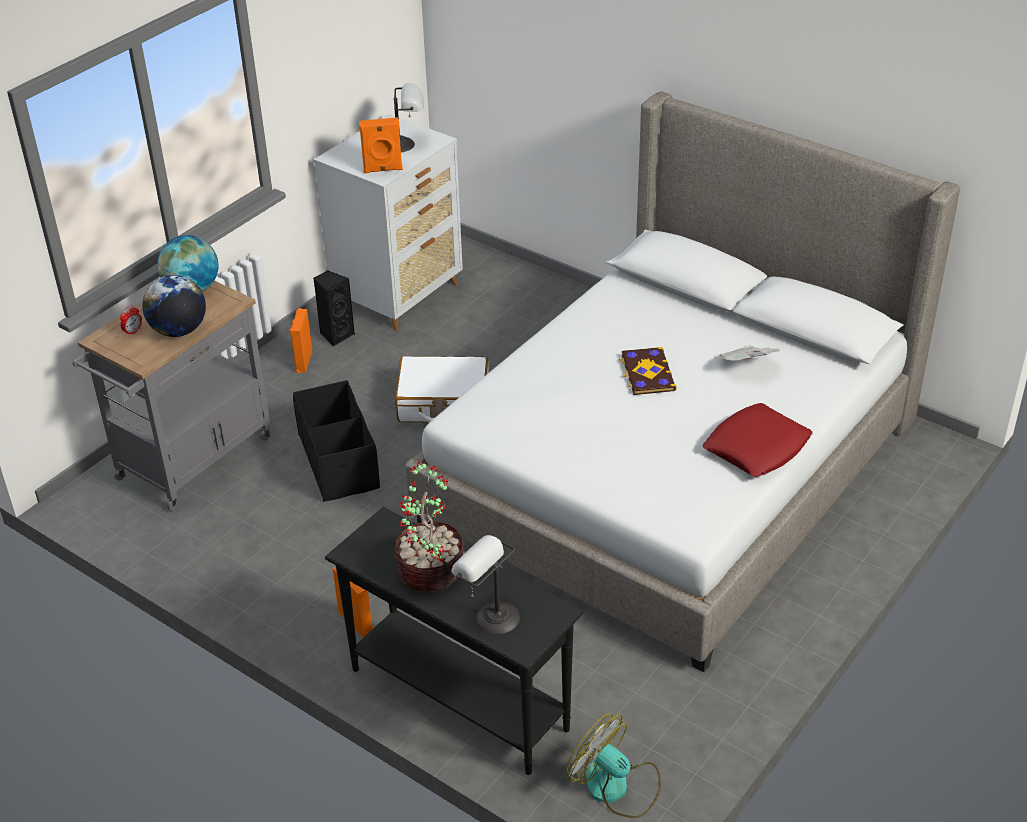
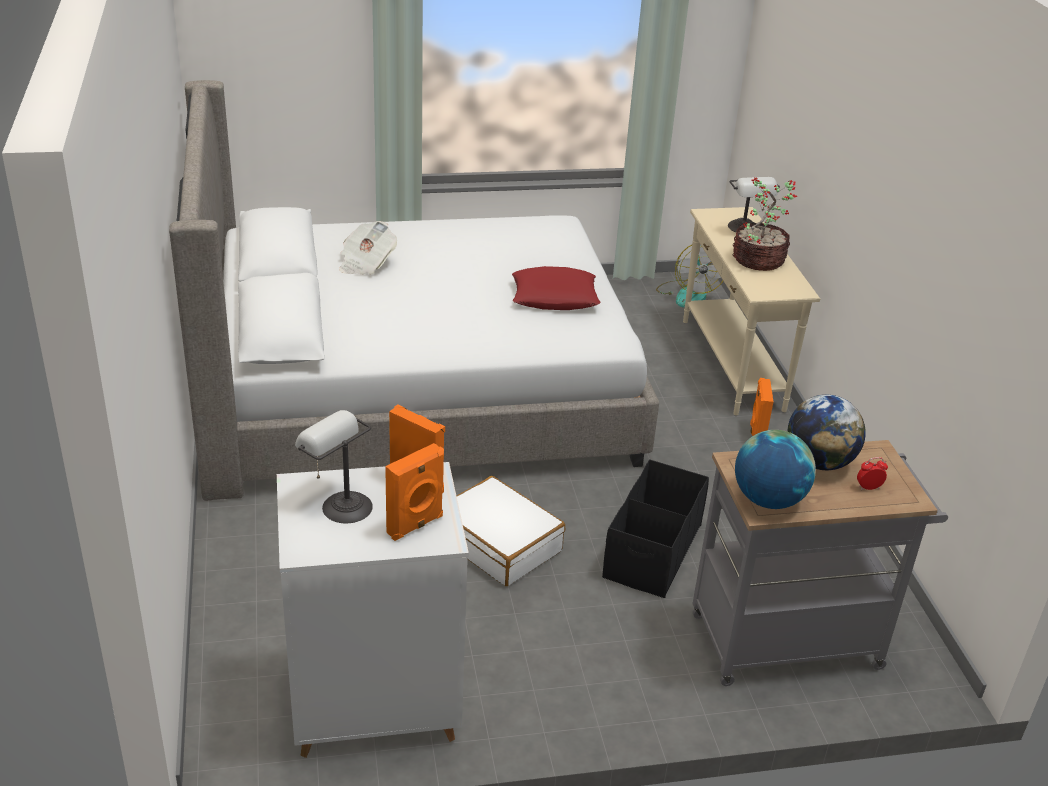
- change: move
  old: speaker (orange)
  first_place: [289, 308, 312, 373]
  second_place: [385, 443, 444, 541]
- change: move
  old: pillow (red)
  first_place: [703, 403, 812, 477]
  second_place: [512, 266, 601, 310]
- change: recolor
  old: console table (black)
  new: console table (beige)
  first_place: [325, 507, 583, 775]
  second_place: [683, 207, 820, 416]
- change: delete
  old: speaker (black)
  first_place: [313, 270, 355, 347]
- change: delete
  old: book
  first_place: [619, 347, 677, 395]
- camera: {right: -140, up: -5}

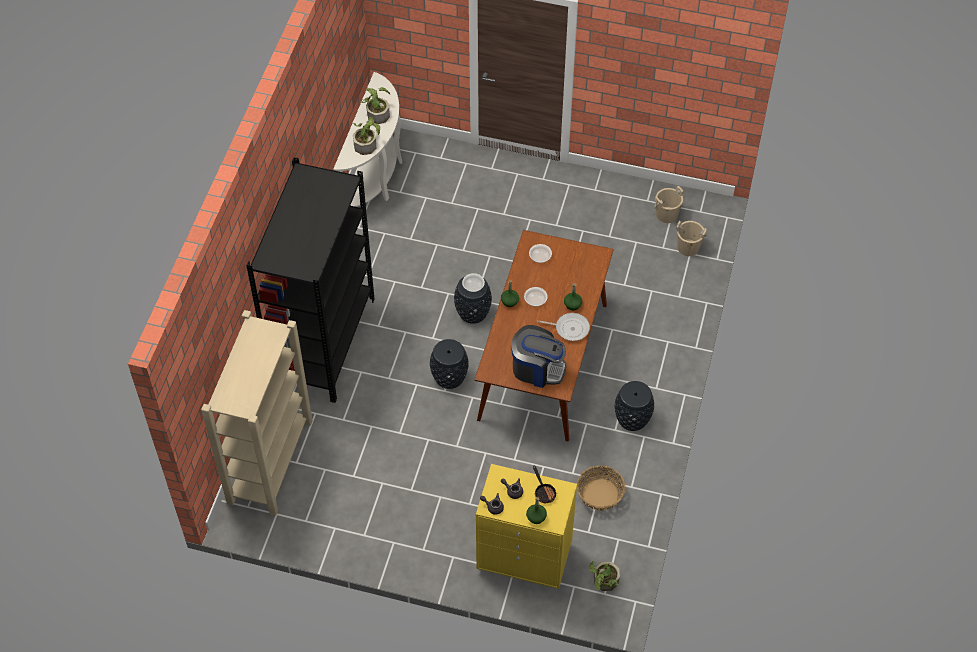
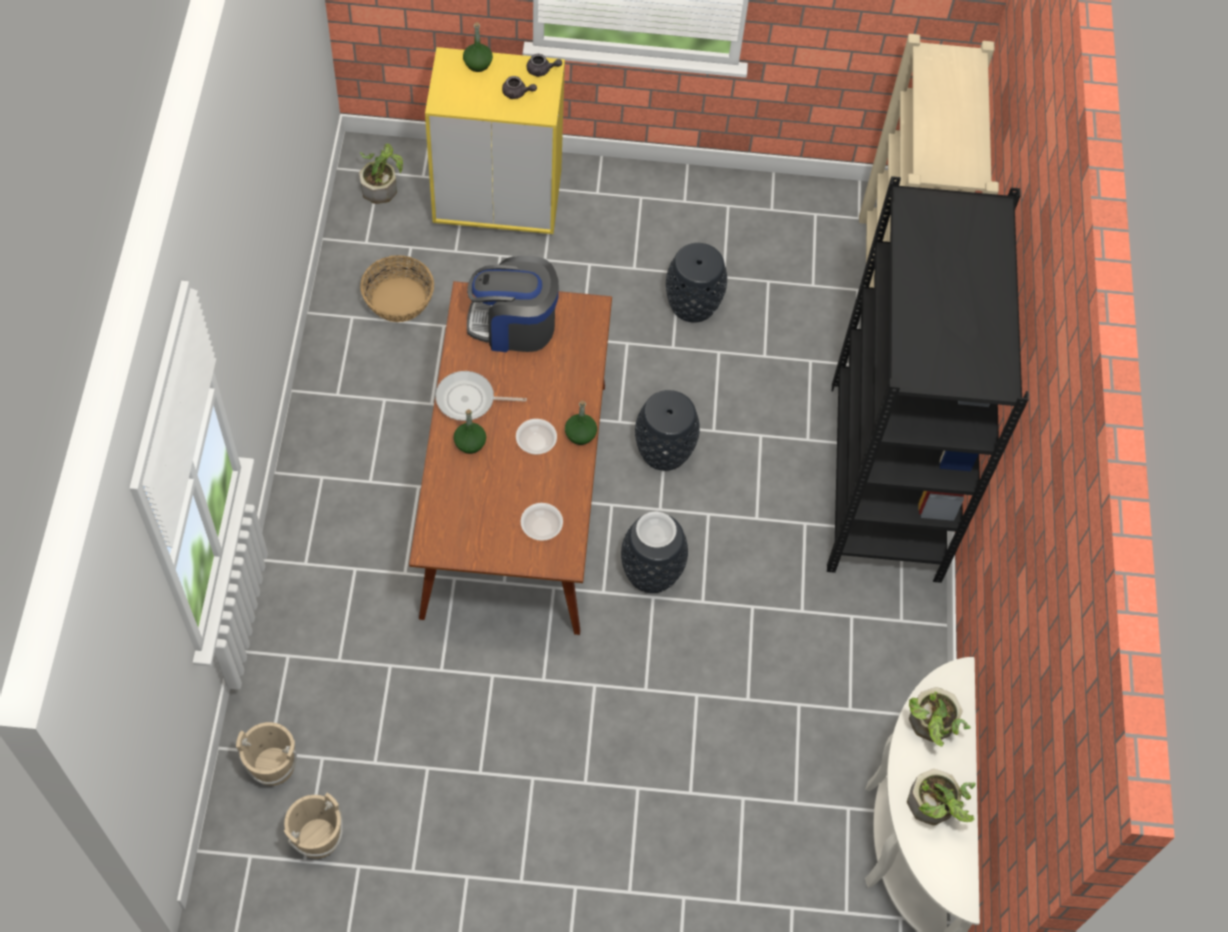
- change: move
  old: stool (black)
  first_place: [615, 381, 654, 431]
  second_place: [666, 243, 727, 323]
- change: delete
  old: frying pan
  first_place: [533, 466, 556, 503]
- camera: {right: 165, up: 5}

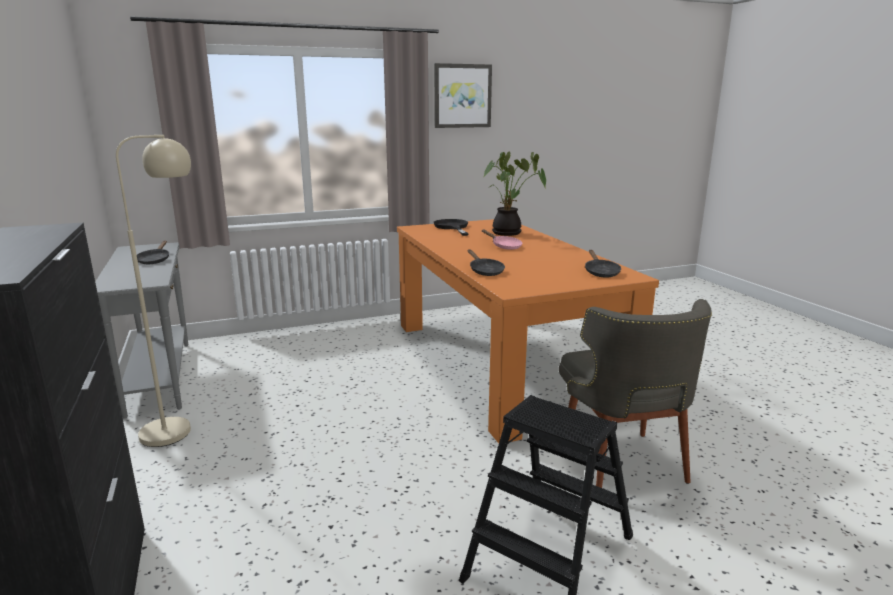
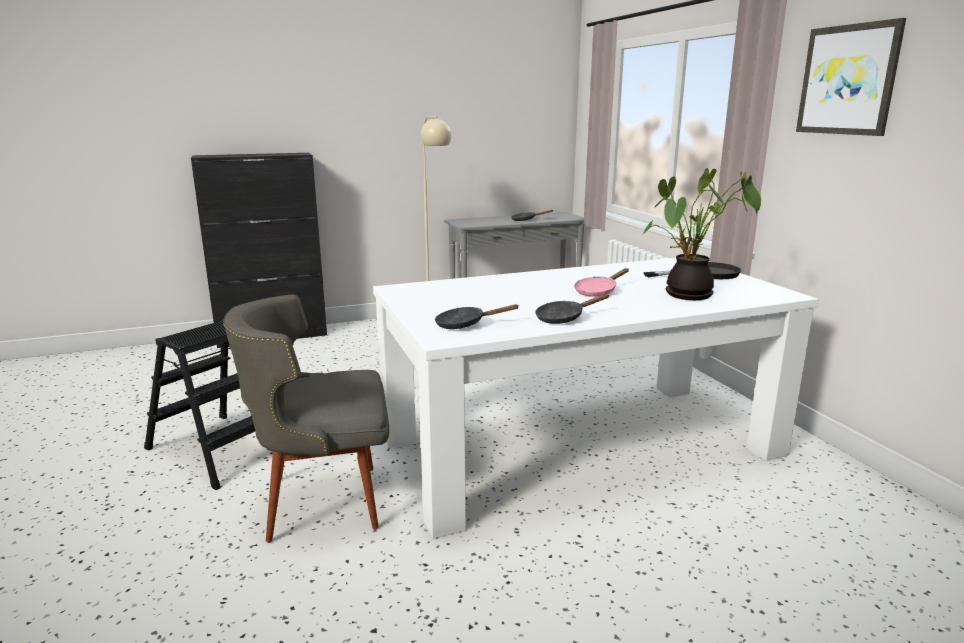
- change: recolor
  old: dining table (orange)
  new: dining table (white)
  first_place: [397, 219, 659, 443]
  second_place: [373, 258, 819, 539]
- change: move
  old: frying pan (black)
  first_place: [468, 249, 505, 276]
  second_place: [535, 294, 609, 324]
- camera: {right: 90, up: 0}

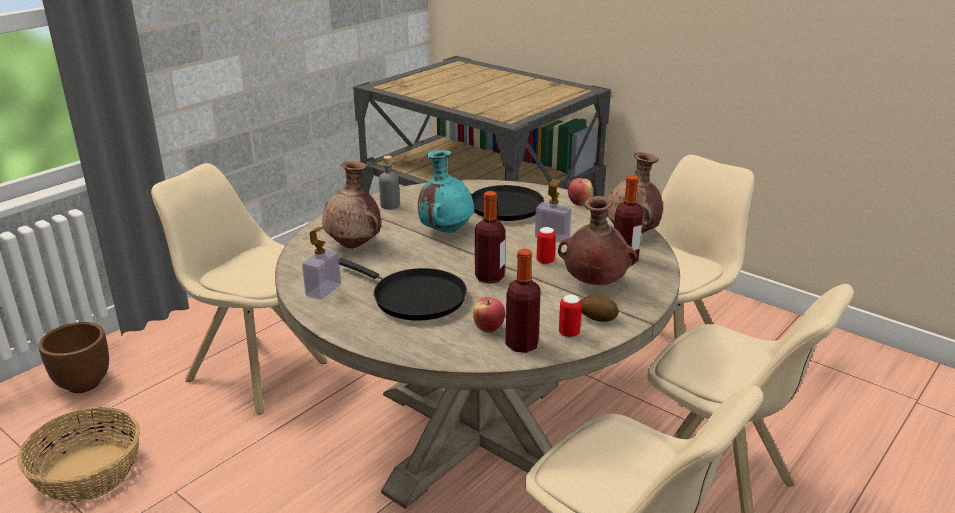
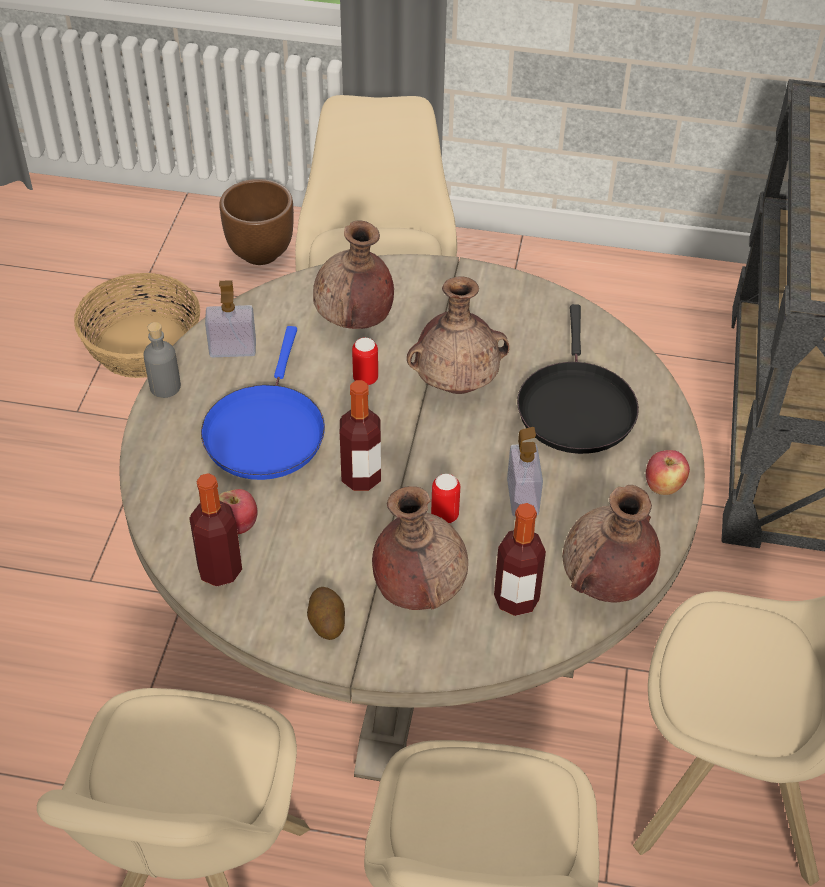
- change: move
  old: bottle (grey)
  first_place: [379, 156, 400, 210]
  second_place: [143, 322, 181, 398]
- change: recolor
  old: frying pan (black)
  new: frying pan (blue)
  first_place: [339, 258, 467, 321]
  second_place: [201, 326, 325, 480]
- change: move
  old: can
  first_place: [559, 295, 582, 338]
  second_place: [352, 337, 378, 385]
- change: recolor
  old: vase (turquoise)
  new: vase (brown)
  first_place: [418, 150, 474, 233]
  second_place: [407, 276, 509, 394]
- camera: {right: 60, up: 20}

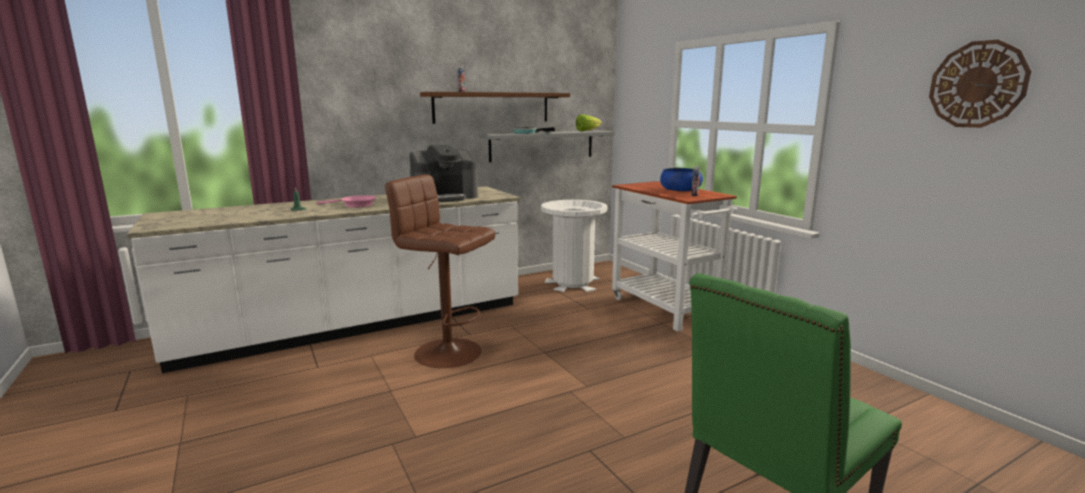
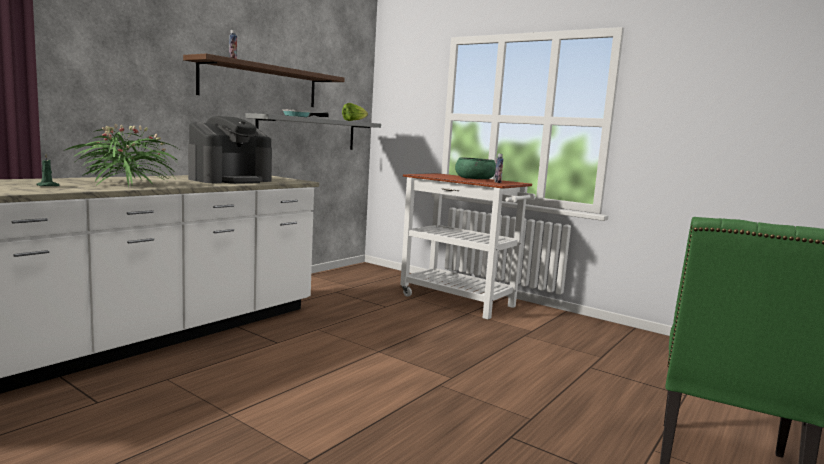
- change: replace
  old: frying pan (pink)
  new: potted plant
  first_place: [317, 195, 376, 208]
  second_place: [64, 124, 179, 187]
- change: recolor
  old: bowl (blue)
  new: bowl (green)
  first_place: [660, 168, 703, 191]
  second_place: [455, 158, 496, 179]
- change: delete
  old: stool (brown)
  first_place: [385, 174, 495, 368]
- change: delete
  old: trash can (white)
  first_place: [541, 200, 608, 292]
- change: delete
  old: wall clock
  first_place: [929, 39, 1031, 128]
- camera: {right: -25, up: -5}

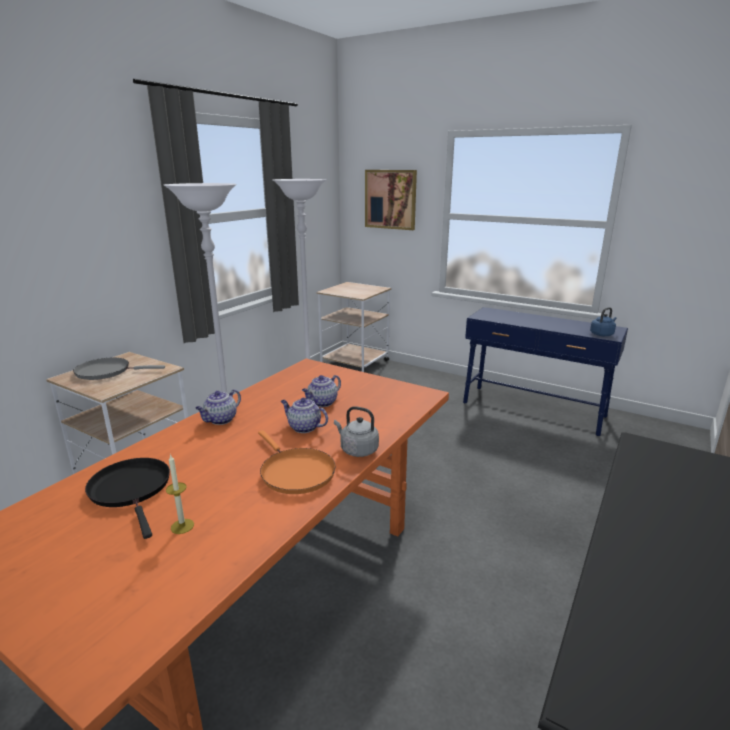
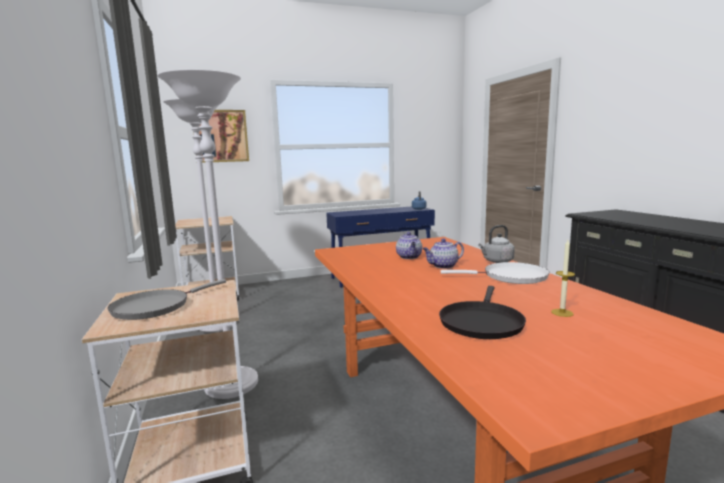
- change: rotate
  old: frying pan (black)
  first_place: [85, 458, 170, 539]
  second_place: [439, 286, 526, 339]
  degrees: -75
- change: recolor
  old: frying pan (orange)
  new: frying pan (white)
  first_place: [258, 430, 336, 494]
  second_place: [440, 262, 550, 284]
- change: delete
  old: teapot
  first_place: [195, 389, 241, 425]
- camera: {right: -50, up: -10}

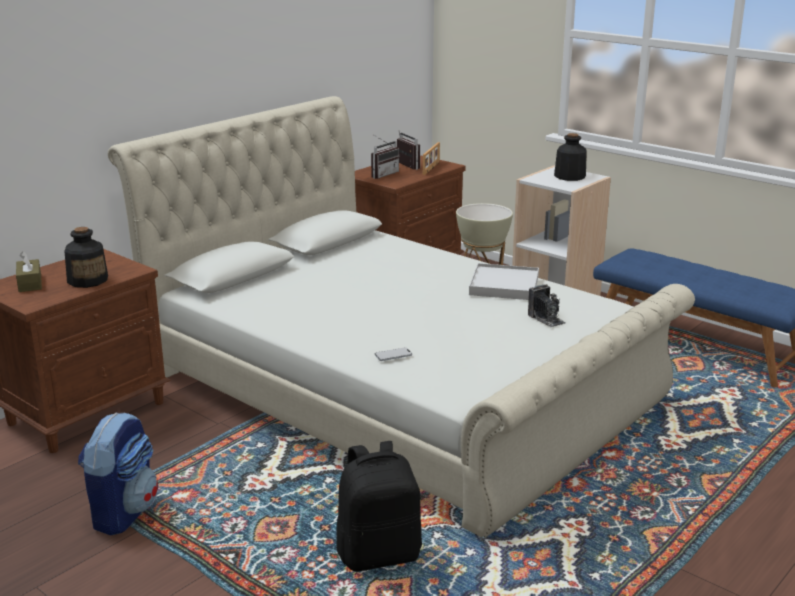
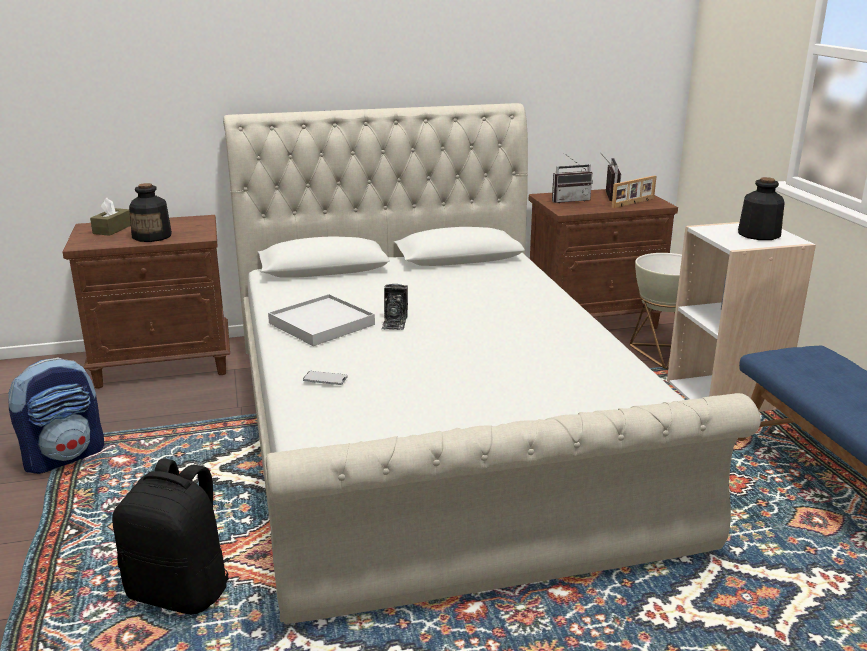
- change: move
  old: tray (white)
  first_place: [469, 263, 539, 300]
  second_place: [268, 294, 375, 346]
- change: move
  old: photo camera
  first_place: [528, 284, 565, 327]
  second_place: [382, 284, 408, 330]
- camera: {right: 35, up: 0}

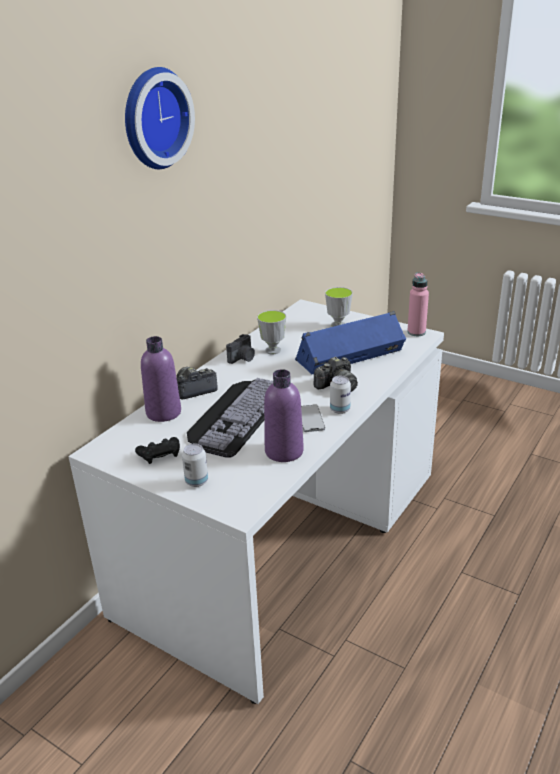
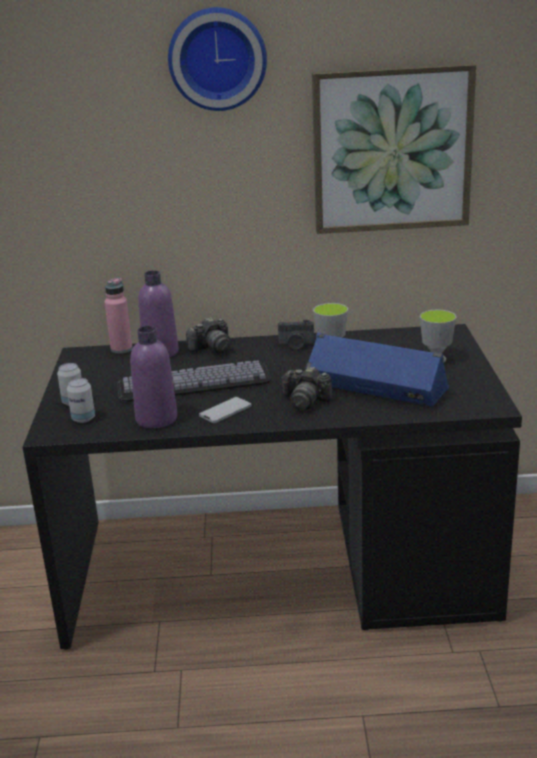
- change: recolor
  old: desk (white)
  new: desk (black)
  first_place: [68, 299, 444, 704]
  second_place: [22, 324, 522, 650]
- change: move
  old: can
  first_place: [330, 376, 351, 414]
  second_place: [67, 378, 95, 423]
- change: move
  old: bottle (pink)
  first_place: [407, 273, 429, 336]
  second_place: [104, 277, 133, 354]
- change: rotate
  old: photo camera
  first_place: [177, 367, 218, 399]
  second_place: [186, 317, 231, 354]
  degrees: 120
- change: insert
  new: picture
  second_place: [312, 63, 476, 234]
- change: delete
  old: game controller (black)
  first_place: [135, 437, 180, 464]
- camera: {right: 55, up: -5}

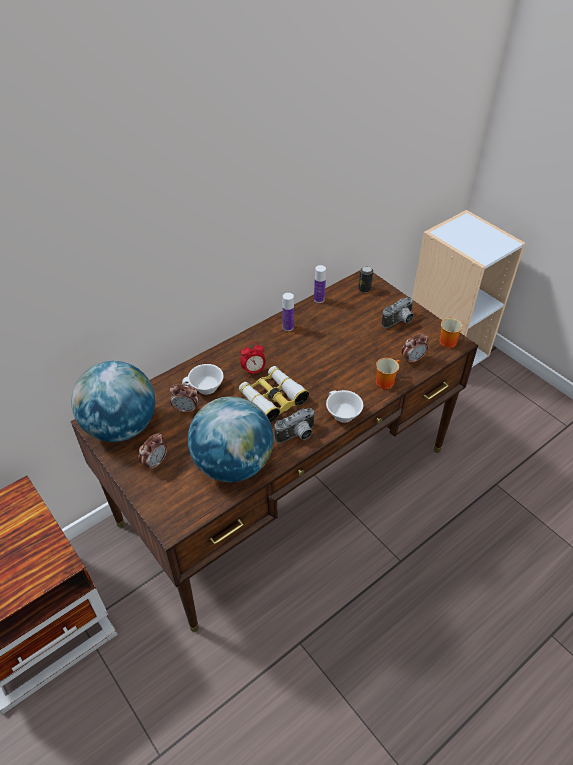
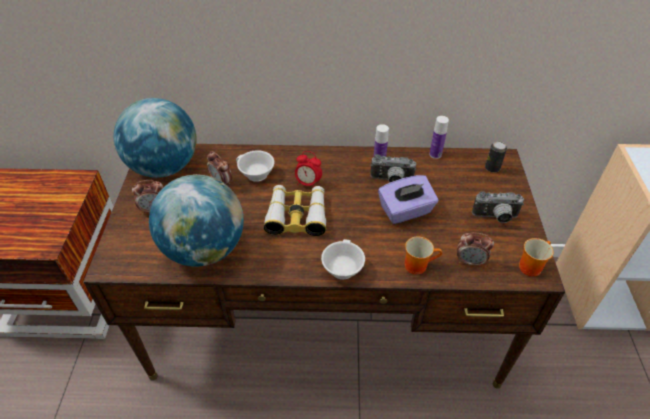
- change: move
  old: photo camera
  first_place: [275, 408, 316, 443]
  second_place: [370, 154, 416, 182]
- change: insert
  new: tissue box (purple)
  second_place: [378, 175, 438, 224]
- camera: {right: 40, up: 0}

